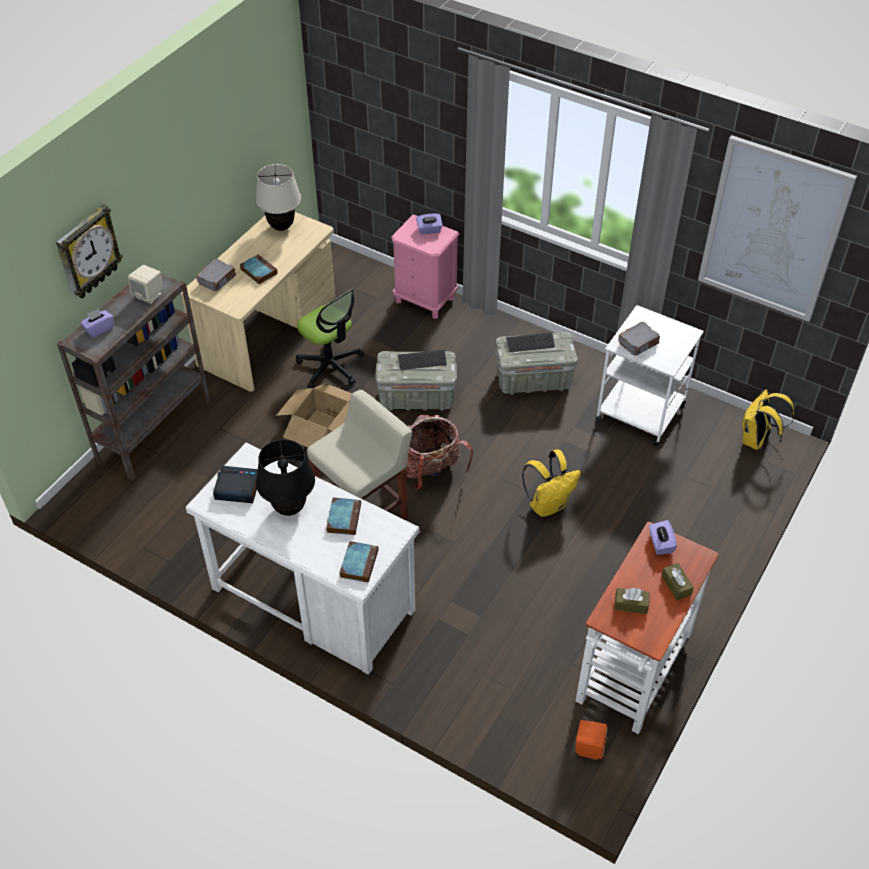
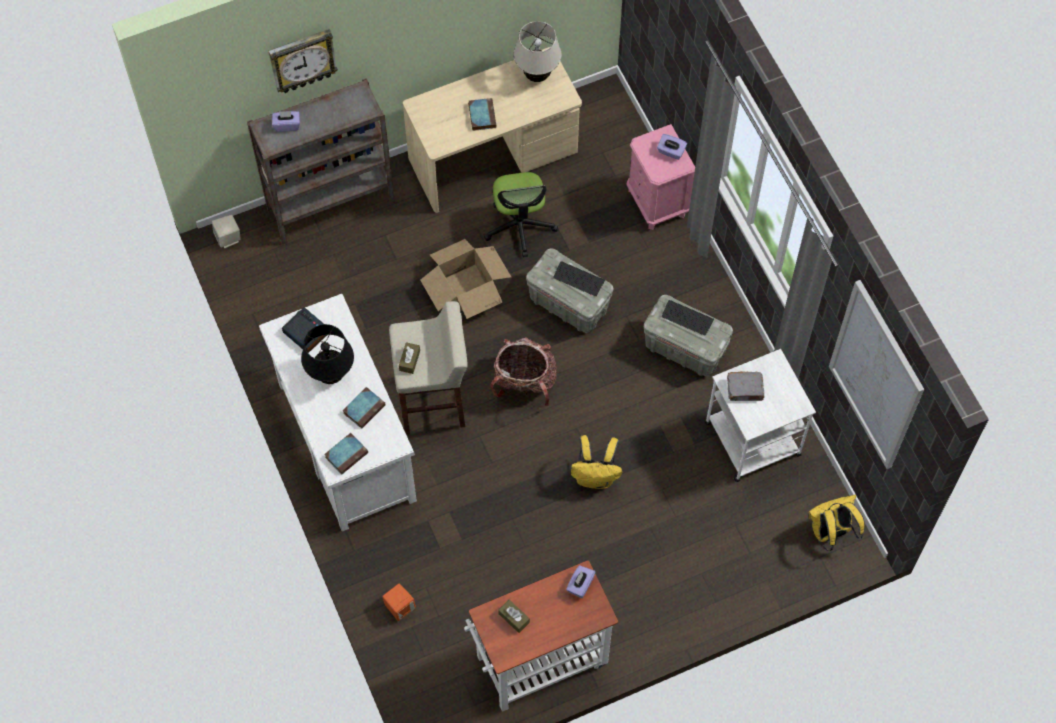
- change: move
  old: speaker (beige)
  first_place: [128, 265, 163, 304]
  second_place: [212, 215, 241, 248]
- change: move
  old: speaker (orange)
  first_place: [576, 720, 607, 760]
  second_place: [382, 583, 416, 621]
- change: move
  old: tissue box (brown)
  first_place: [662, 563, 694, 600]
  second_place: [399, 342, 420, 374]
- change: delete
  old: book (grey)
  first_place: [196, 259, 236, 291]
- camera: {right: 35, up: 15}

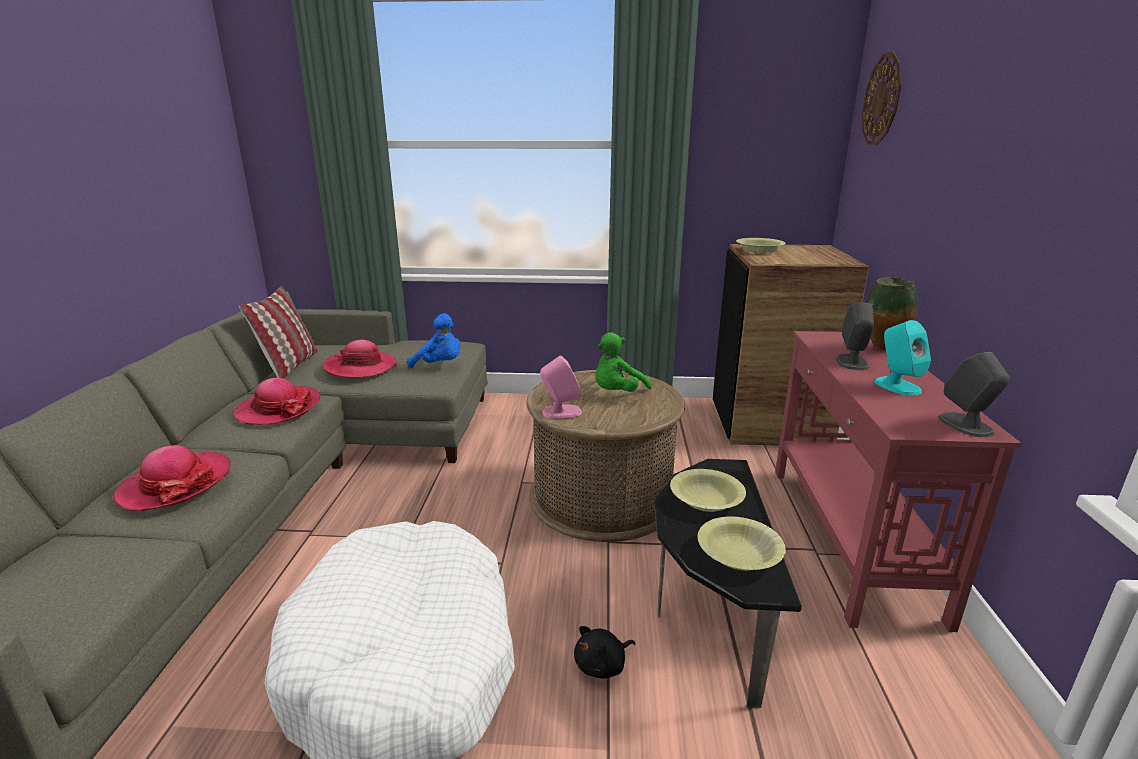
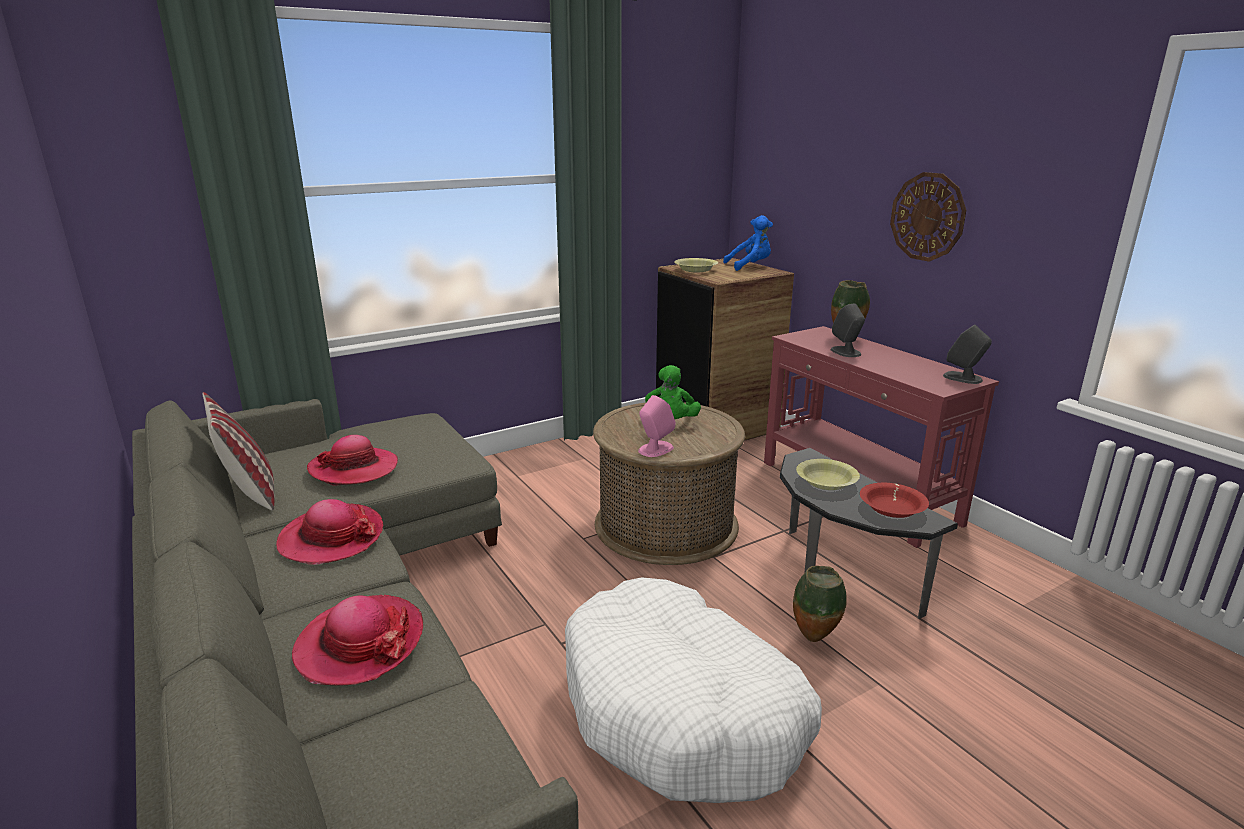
- change: move
  old: plush toy (blue)
  first_place: [407, 313, 460, 368]
  second_place: [723, 215, 773, 271]
- change: replace
  old: plush toy (black)
  new: vase
  first_place: [574, 626, 636, 679]
  second_place: [793, 566, 847, 642]
- change: recolor
  old: bowl (yellow)
  new: bowl (red)
  first_place: [698, 517, 786, 571]
  second_place: [860, 483, 929, 518]
- change: move
  old: wall clock
  first_place: [862, 52, 901, 145]
  second_place: [890, 172, 966, 262]
- change: delete
  old: speaker (turquoise)
  first_place: [874, 320, 931, 396]
- camera: {right: -35, up: 0}

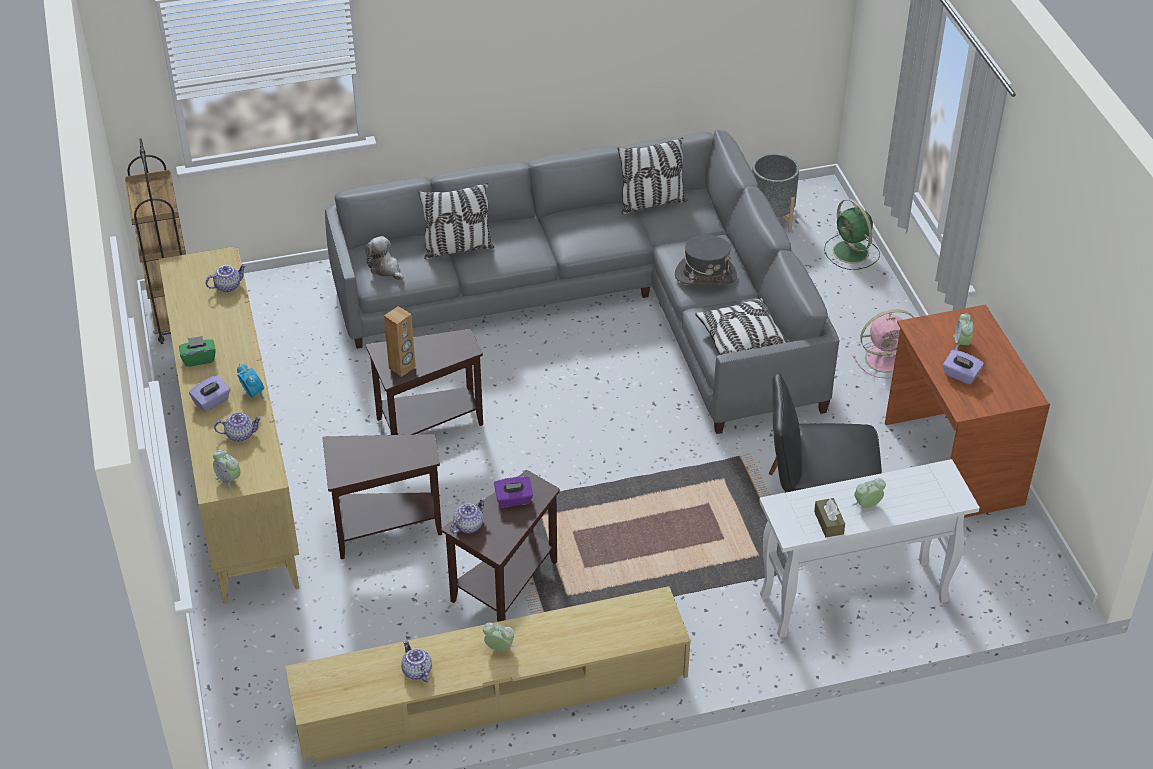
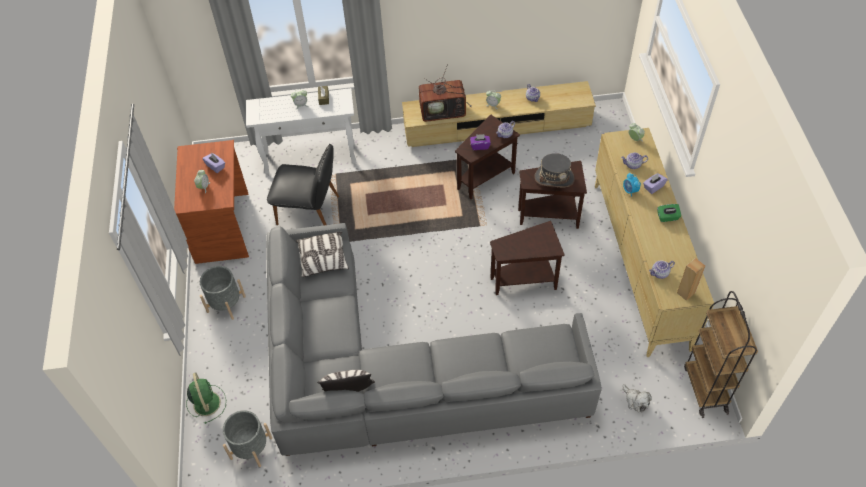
- change: replace
  old: fan (pink)
  new: planter (grey)
  first_place: [853, 309, 914, 379]
  second_place: [200, 266, 246, 320]
- change: insert
  new: television
  second_place: [419, 64, 472, 122]
- change: move
  old: hat (grey)
  first_place: [675, 235, 737, 285]
  second_place: [534, 153, 575, 187]
- change: move
  old: plush toy
  first_place: [365, 236, 404, 280]
  second_place: [623, 384, 652, 413]
- change: move
  old: speaker (brown)
  first_place: [384, 306, 416, 377]
  second_place: [677, 258, 705, 301]
- change: delete
  old: pillow
  first_place: [418, 183, 495, 259]
- camera: {right: -170, up: 10}

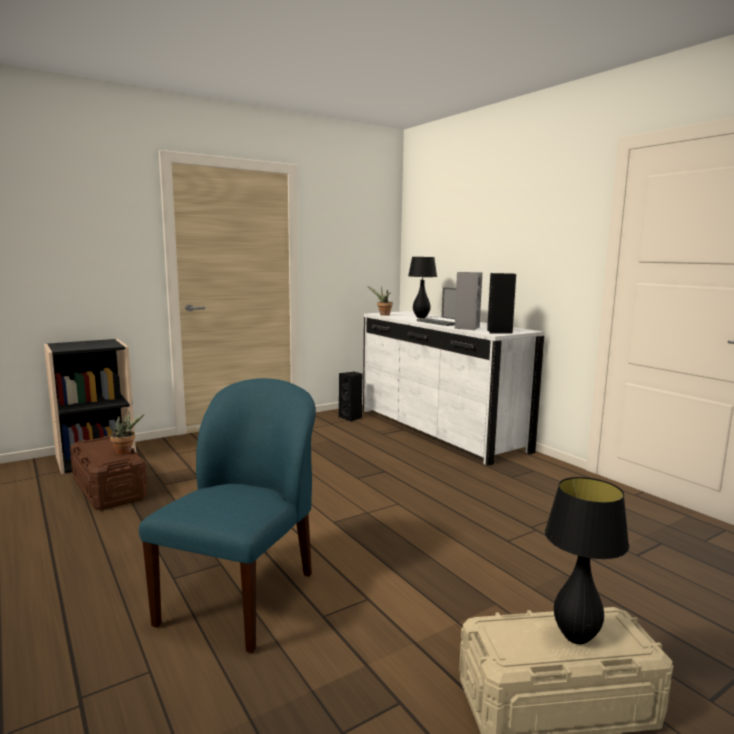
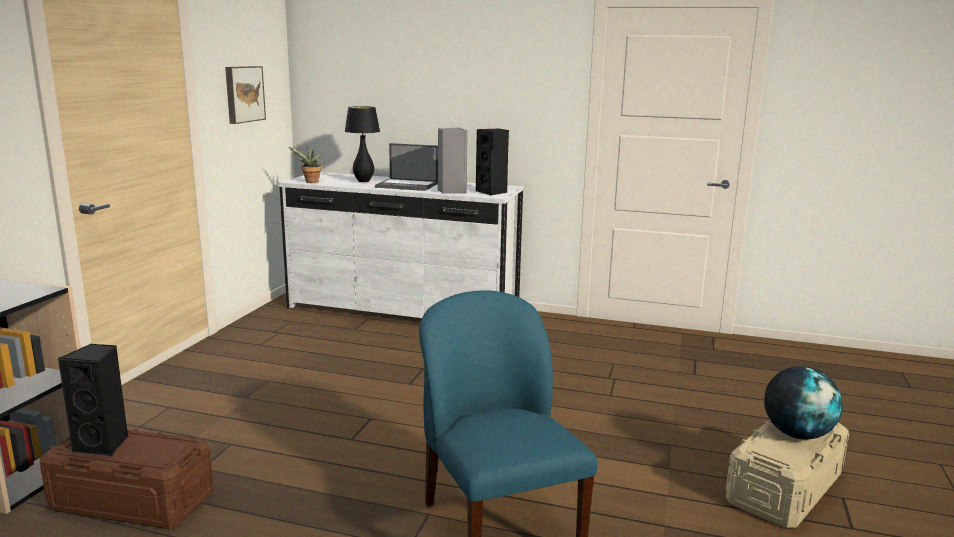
- change: move
  old: speaker (black)
  first_place: [339, 372, 362, 422]
  second_place: [57, 343, 128, 457]
- change: insert
  new: picture
  second_place: [225, 66, 266, 124]
- change: replace
  old: table lamp (black)
  new: globe
  first_place: [545, 477, 629, 644]
  second_place: [764, 366, 843, 439]
- change: delete
  old: potted plant
  first_place: [110, 411, 144, 455]
- camera: {right: -40, up: 5}

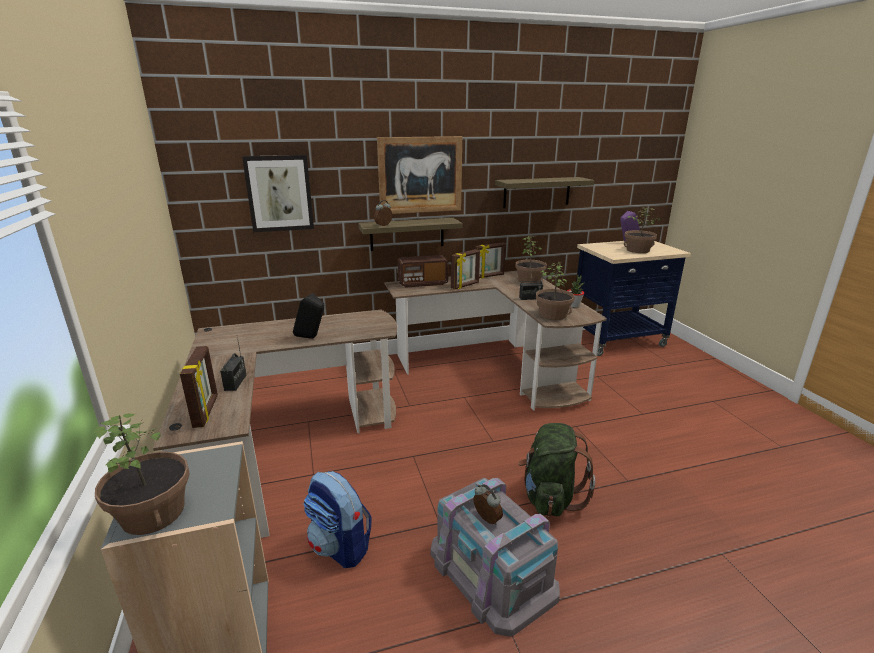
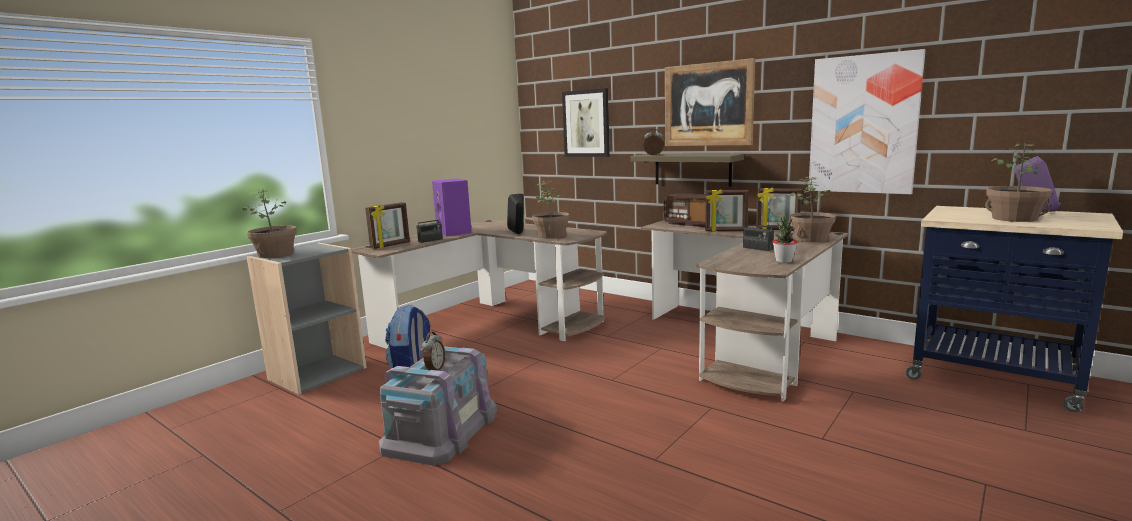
- change: insert
  new: speaker (purple)
  second_place: [432, 179, 472, 237]
- change: move
  old: potted plant
  first_place: [536, 262, 574, 320]
  second_place: [532, 181, 570, 239]
- change: replace
  old: shelf
  new: picture
  first_place: [495, 177, 594, 208]
  second_place: [808, 49, 925, 194]
- change: delete
  old: backpack (green)
  first_place: [518, 423, 595, 516]
- camera: {right: 55, up: -10}

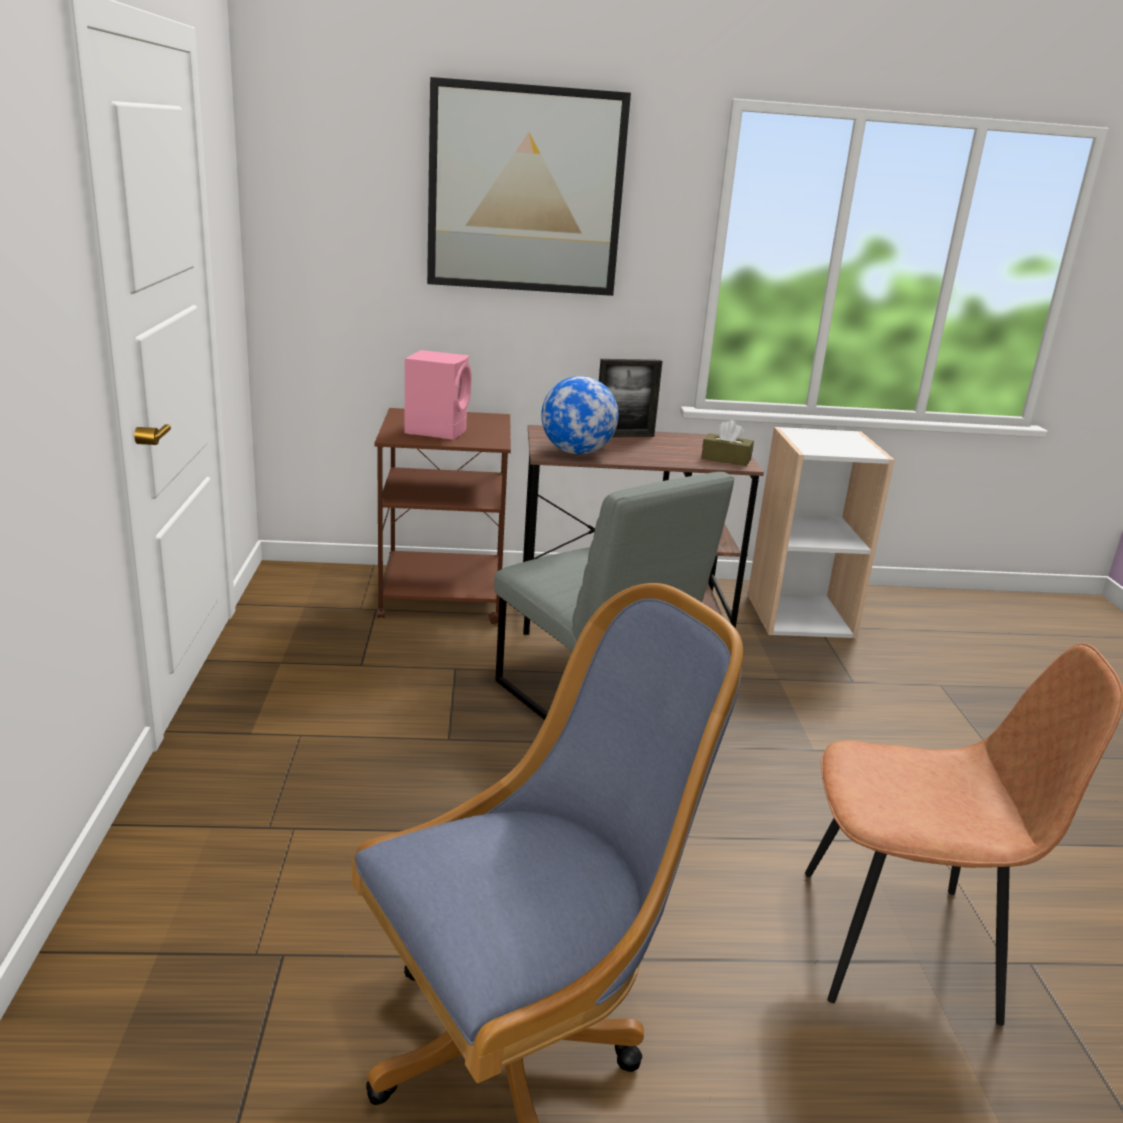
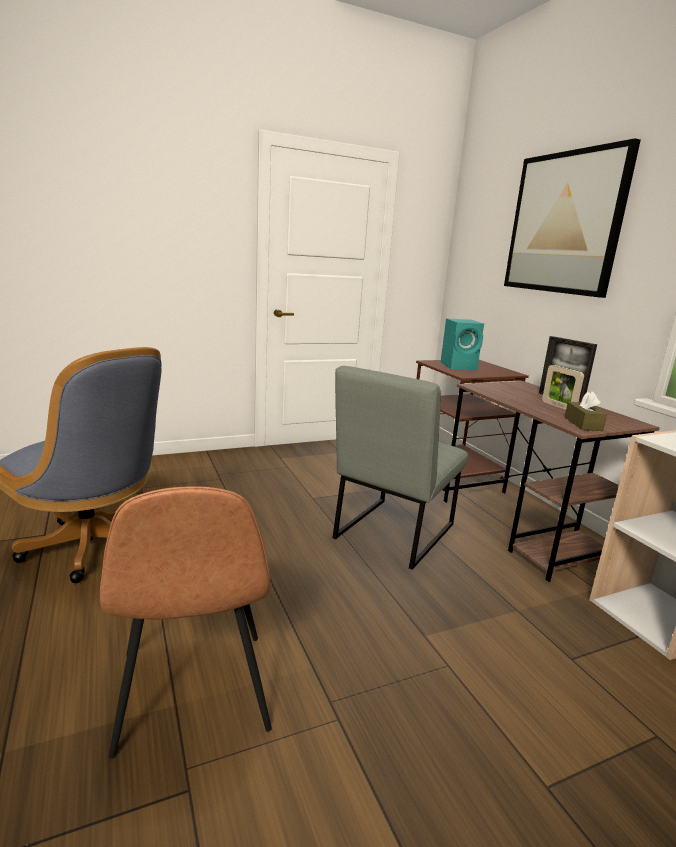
- change: recolor
  old: speaker (pink)
  new: speaker (turquoise)
  first_place: [404, 350, 472, 440]
  second_place: [441, 318, 484, 370]
- change: insert
  new: picture frame
  second_place: [542, 365, 584, 410]
- change: delete
  old: globe
  first_place: [541, 376, 618, 454]
- camera: {right: 70, up: -5}

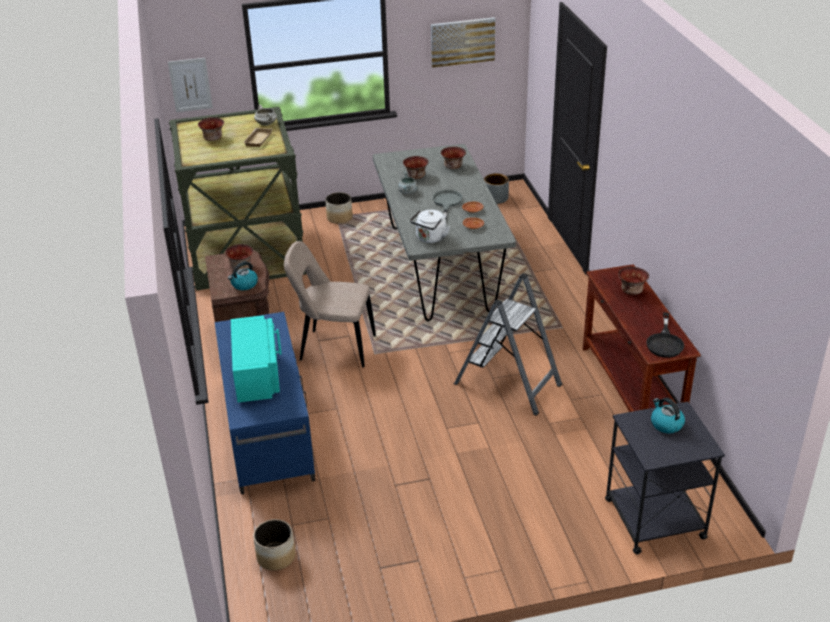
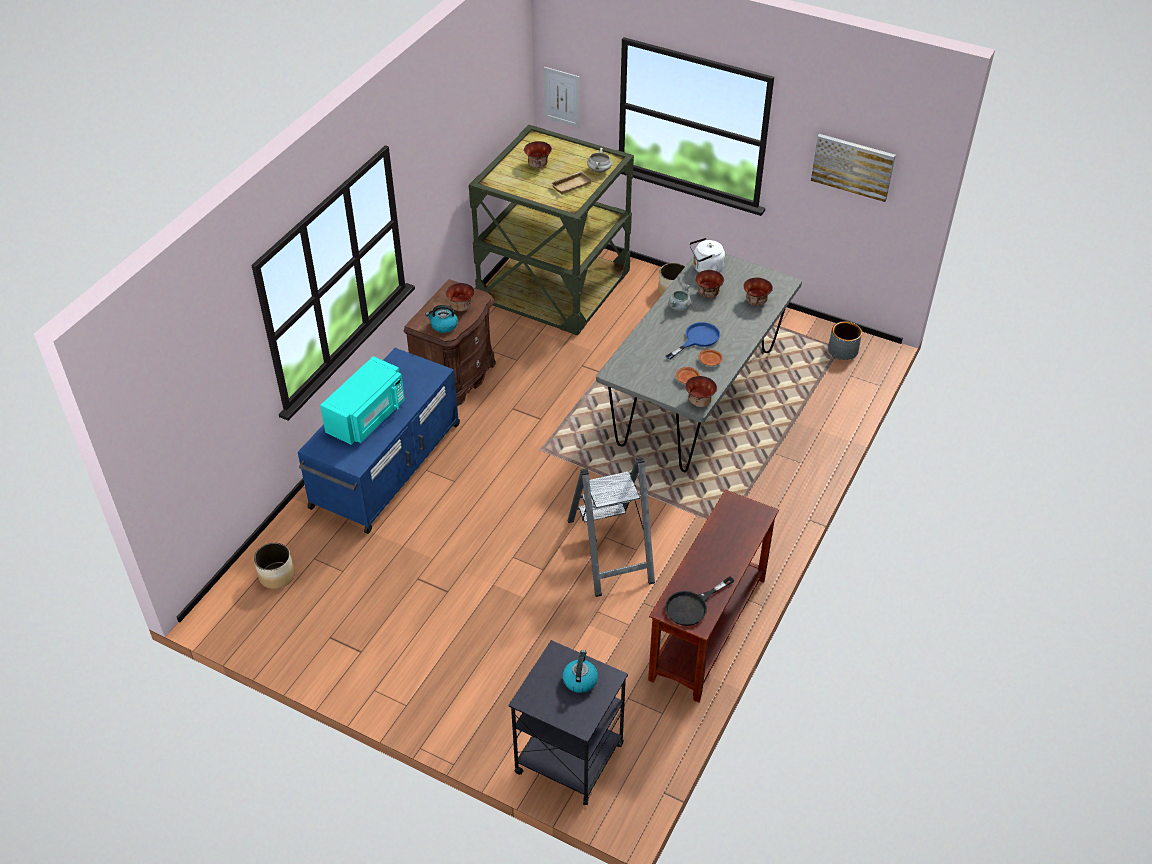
- change: recolor
  old: frying pan (grey)
  new: frying pan (blue)
  first_place: [433, 190, 463, 222]
  second_place: [666, 322, 720, 360]
- change: move
  old: bowl
  first_place: [618, 267, 649, 295]
  second_place: [685, 376, 717, 407]
- change: move
  old: kettle (white)
  first_place: [410, 210, 450, 243]
  second_place: [690, 238, 725, 272]
- change: delete
  old: chair (beige)
  first_place: [284, 241, 376, 367]
- camera: {right: 40, up: 10}

